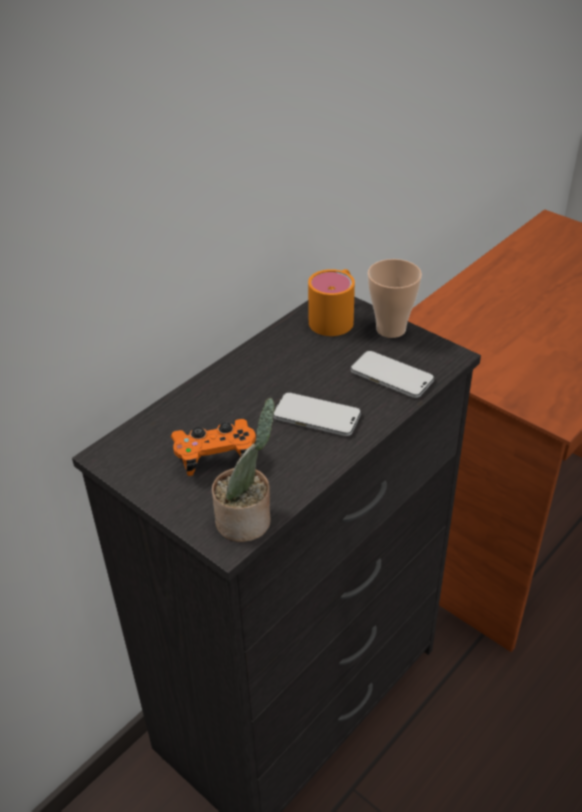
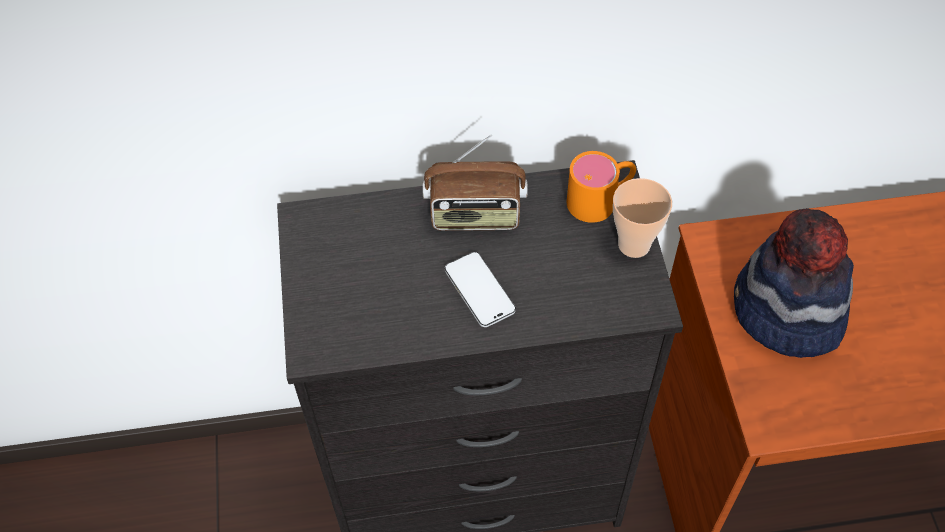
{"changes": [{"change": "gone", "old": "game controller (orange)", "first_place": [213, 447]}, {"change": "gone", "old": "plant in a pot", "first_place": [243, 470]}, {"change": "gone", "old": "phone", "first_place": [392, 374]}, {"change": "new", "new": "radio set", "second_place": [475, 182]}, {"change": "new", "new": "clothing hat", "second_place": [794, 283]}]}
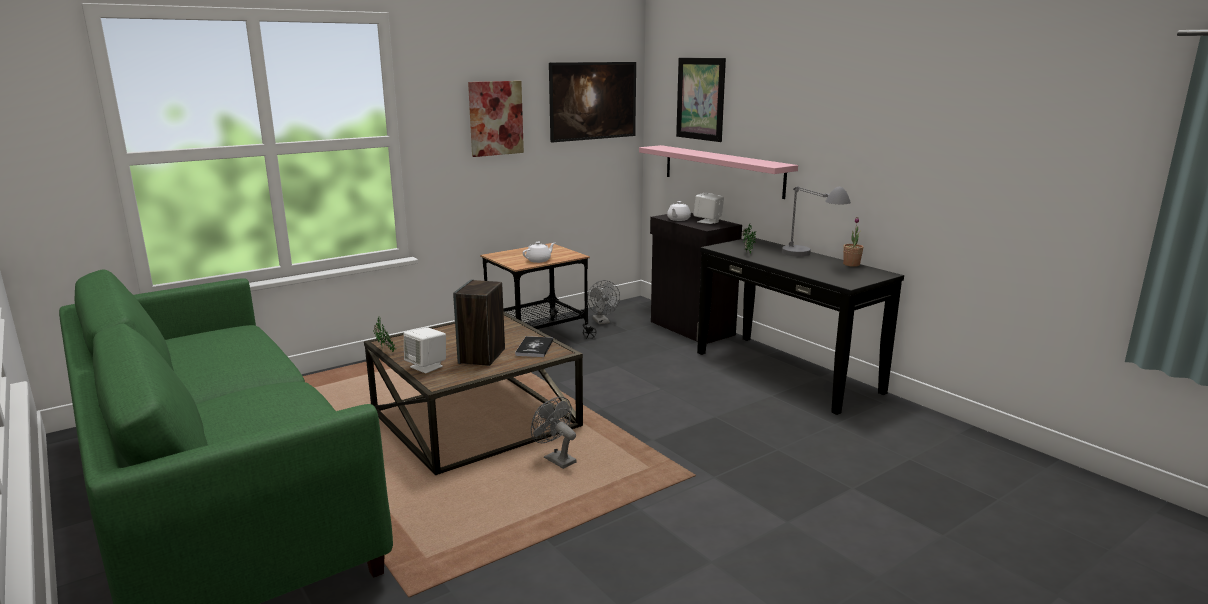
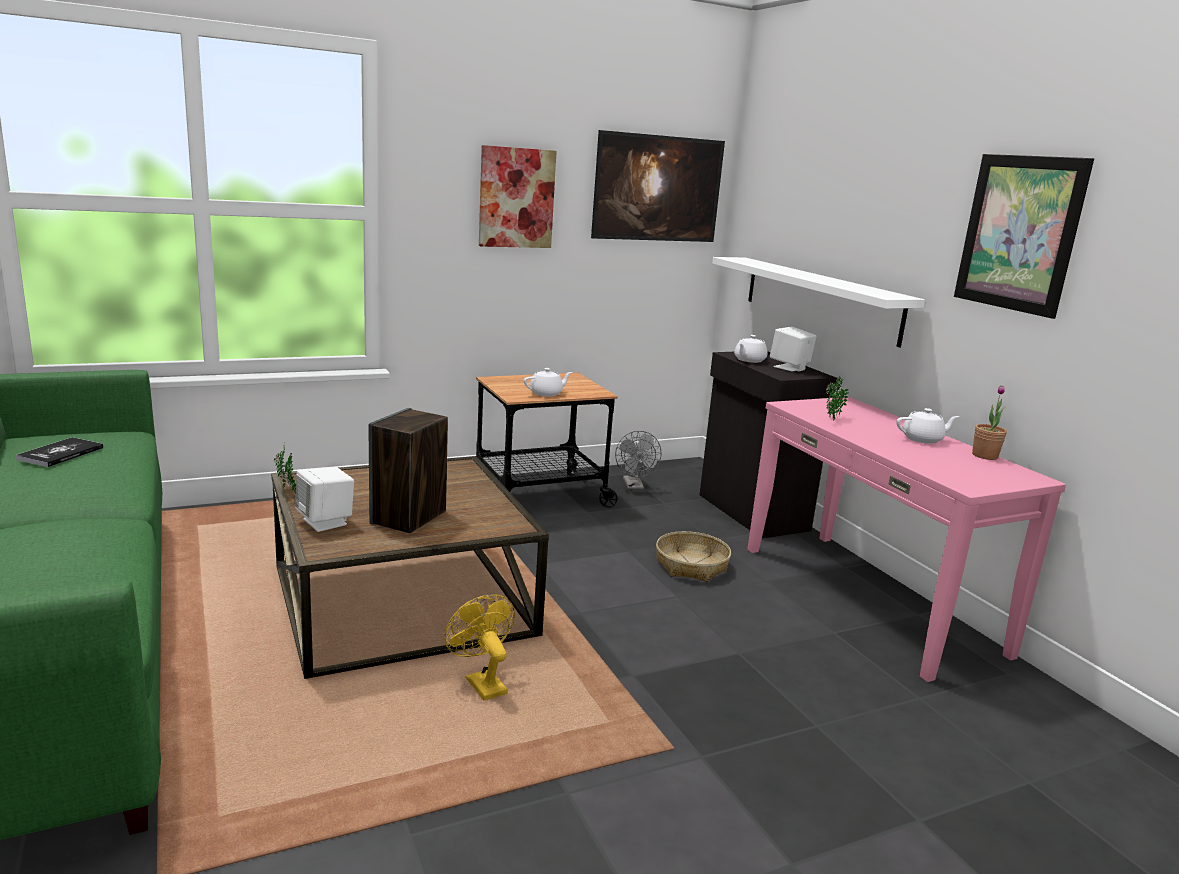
{"changes": [{"change": "shifted", "old": "book", "first_place": [534, 346], "second_place": [60, 452]}, {"change": "repainted", "old": "cooling fan (greyish)", "new": "cooling fan (yellow-coloured)", "first_place": [553, 433], "second_place": [479, 647]}, {"change": "repainted", "old": "bracket shelf (pink-coloured)", "new": "bracket shelf (whitish)", "first_place": [718, 172], "second_place": [818, 302]}, {"change": "shifted", "old": "picture", "first_place": [701, 100], "second_place": [1024, 236]}, {"change": "repainted", "old": "hall table (blackish)", "new": "hall table (pink-coloured)", "first_place": [800, 326], "second_place": [906, 539]}, {"change": "swapped", "old": "table lamp (greyish)", "new": "tea pot (whitish)", "first_place": [816, 221], "second_place": [927, 426]}, {"change": "new", "new": "household basket", "second_place": [693, 556]}]}
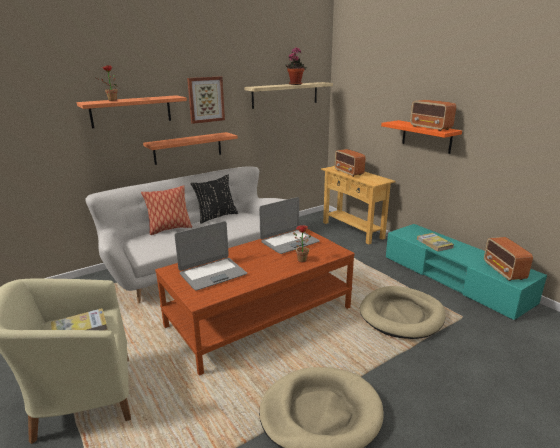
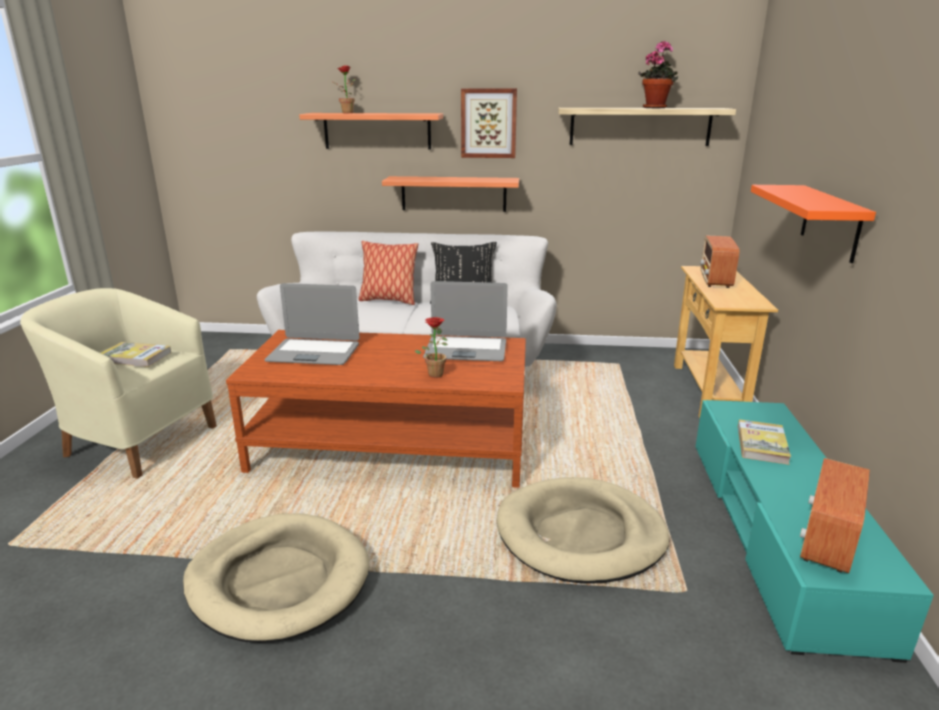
{"changes": [{"change": "gone", "old": "radio set", "first_place": [433, 115]}]}
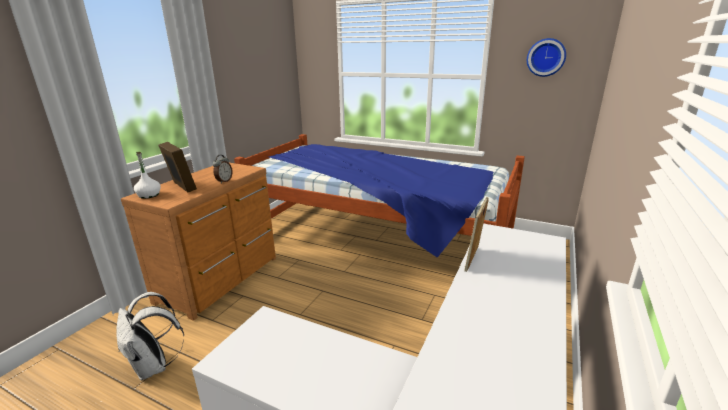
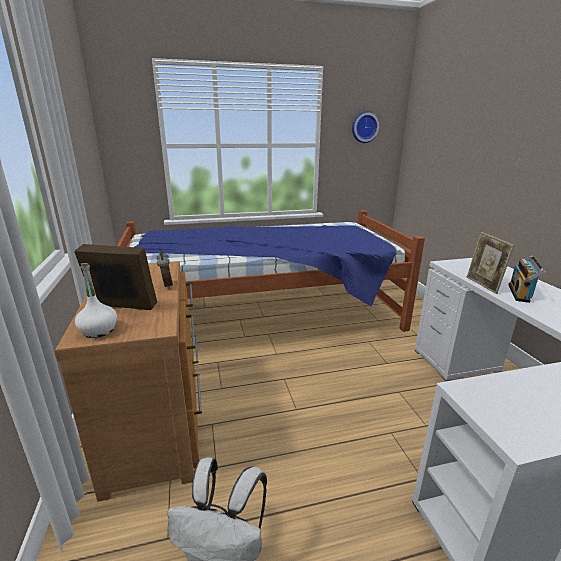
{"changes": [{"change": "new", "new": "radio set", "second_place": [527, 279]}]}
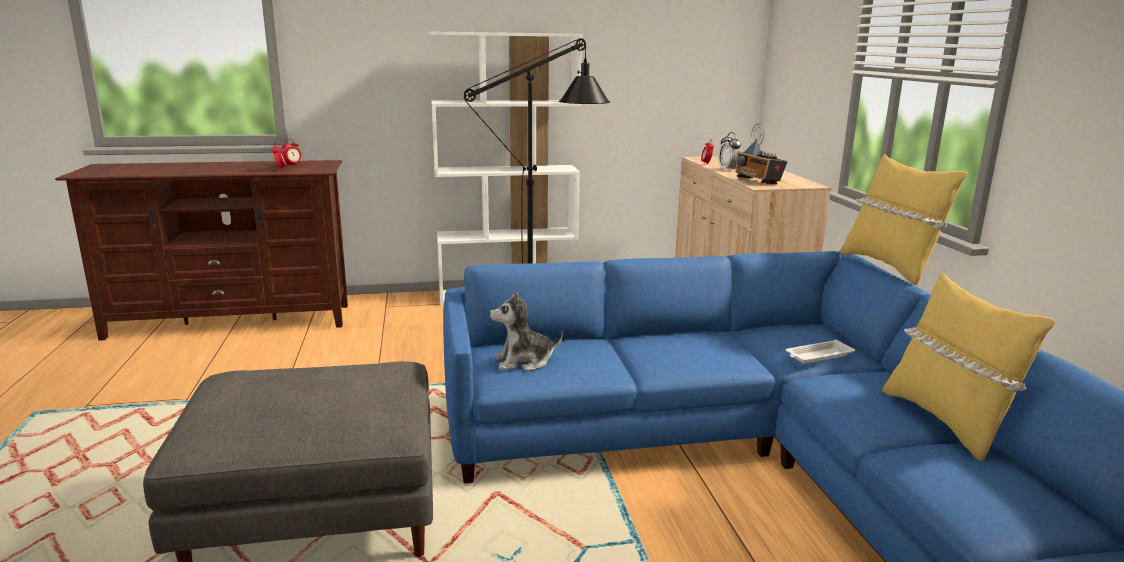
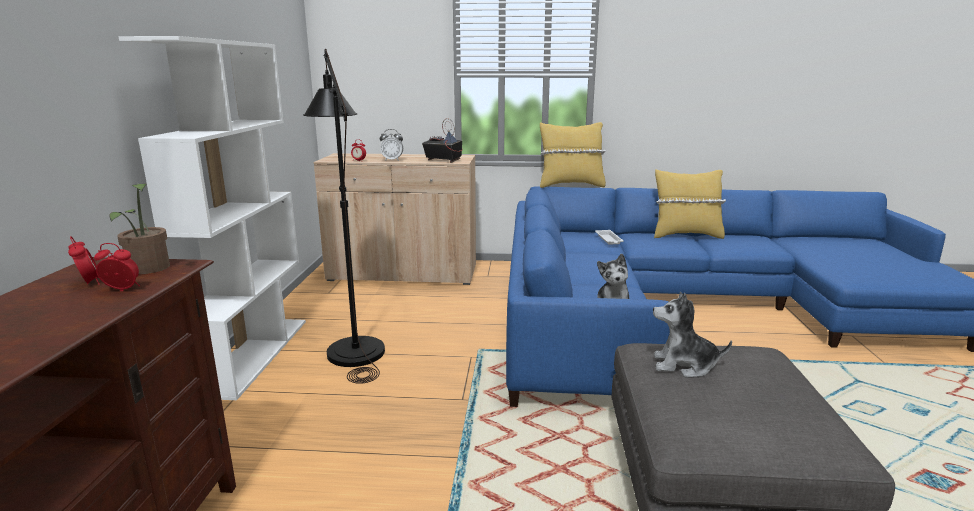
{"changes": [{"change": "rotated", "old": "radio set", "first_place": [761, 153], "second_place": [442, 140], "degrees": -135}, {"change": "new", "new": "plant in a pot", "second_place": [139, 228]}, {"change": "new", "new": "soft toy", "second_place": [692, 335]}]}
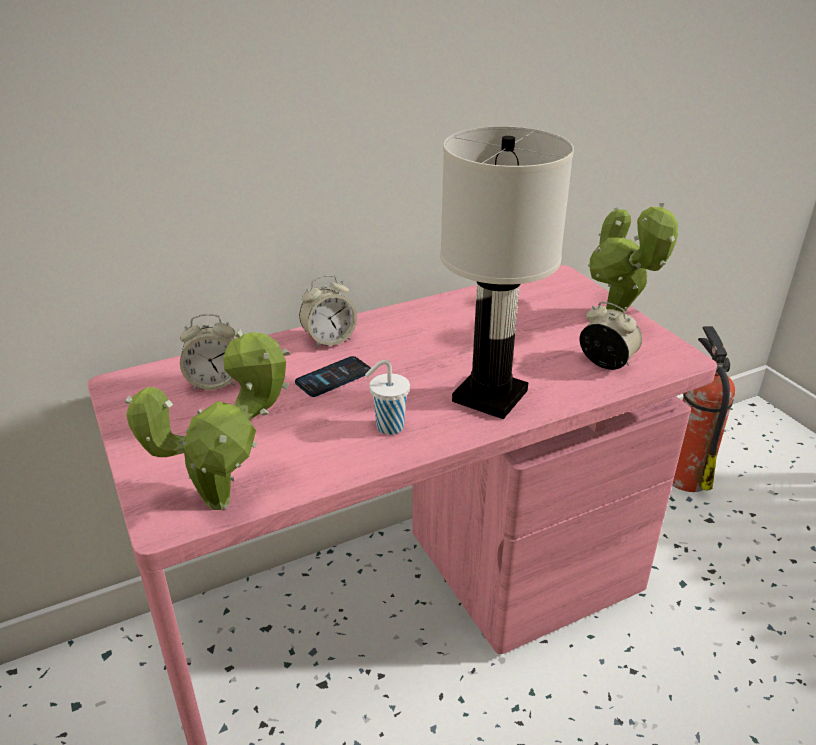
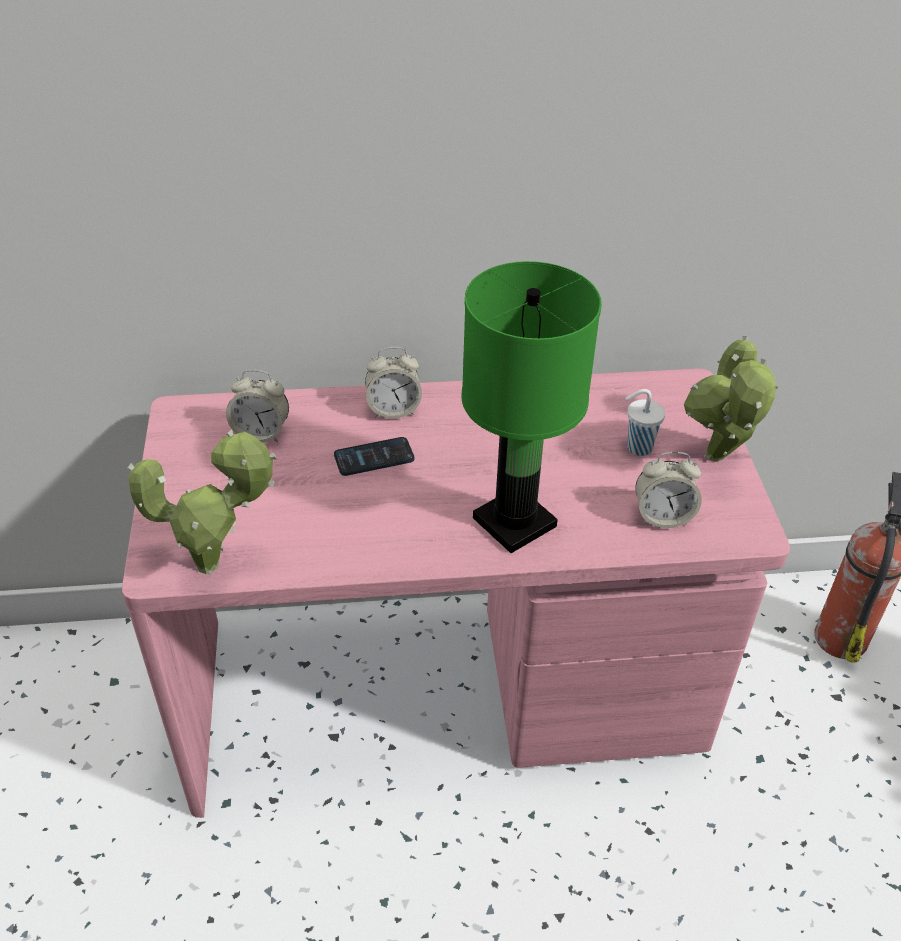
{"changes": [{"change": "shifted", "old": "cup (whitish)", "first_place": [387, 397], "second_place": [645, 422]}, {"change": "repainted", "old": "table lamp (whitish)", "new": "table lamp (greenish)", "first_place": [507, 272], "second_place": [531, 407]}, {"change": "rotated", "old": "bedside clock", "first_place": [610, 336], "second_place": [668, 490], "degrees": 120}]}
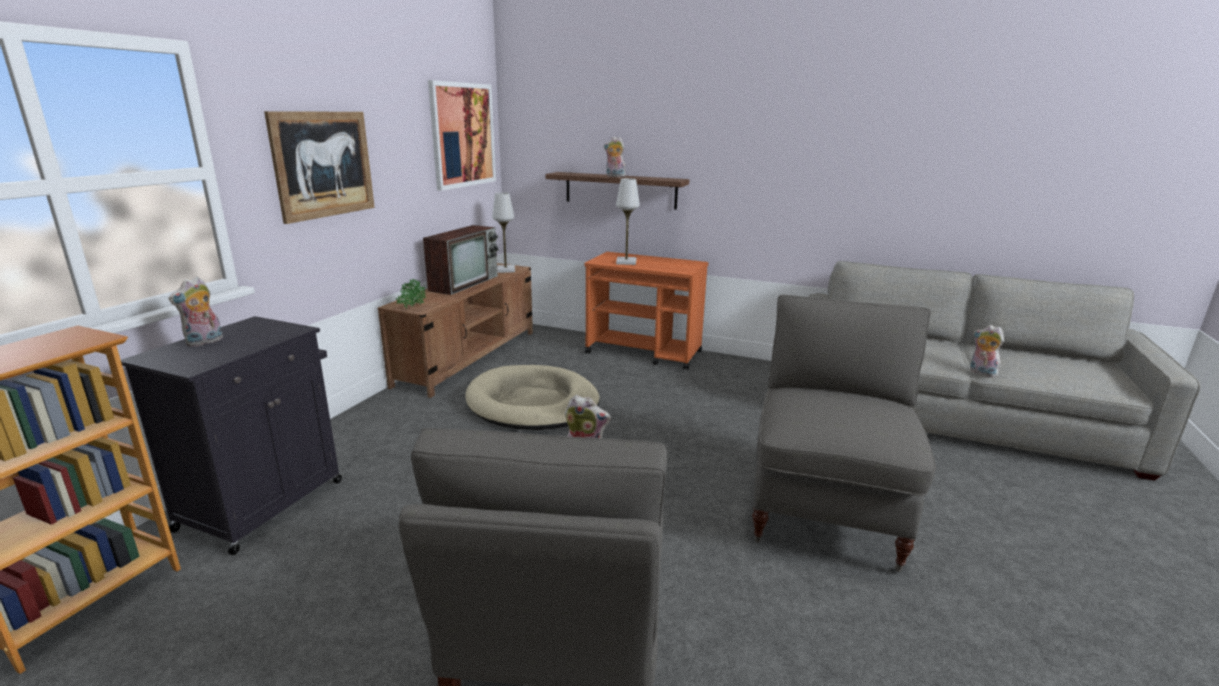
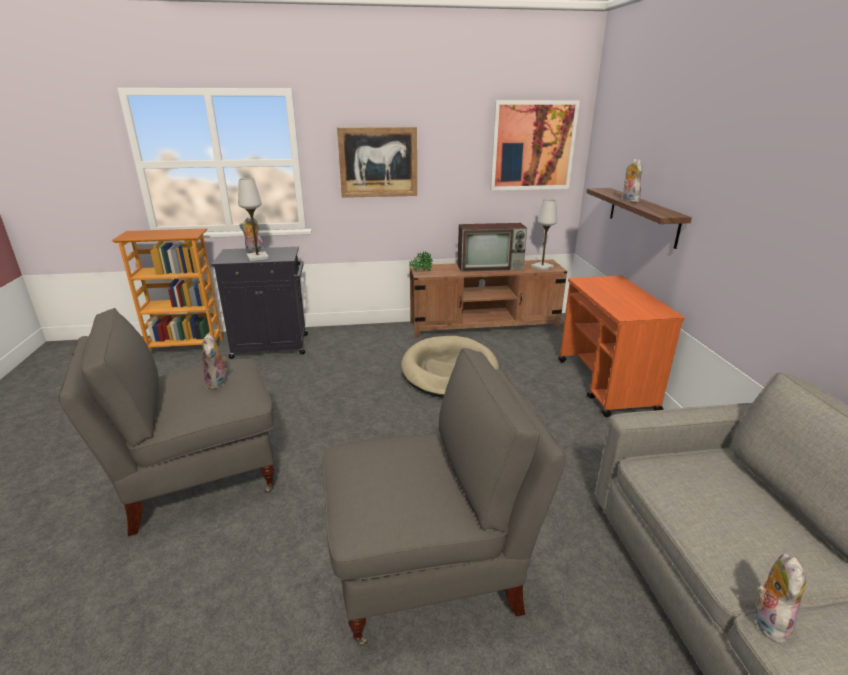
{"changes": [{"change": "shifted", "old": "table lamp (whitish)", "first_place": [628, 221], "second_place": [253, 219]}]}
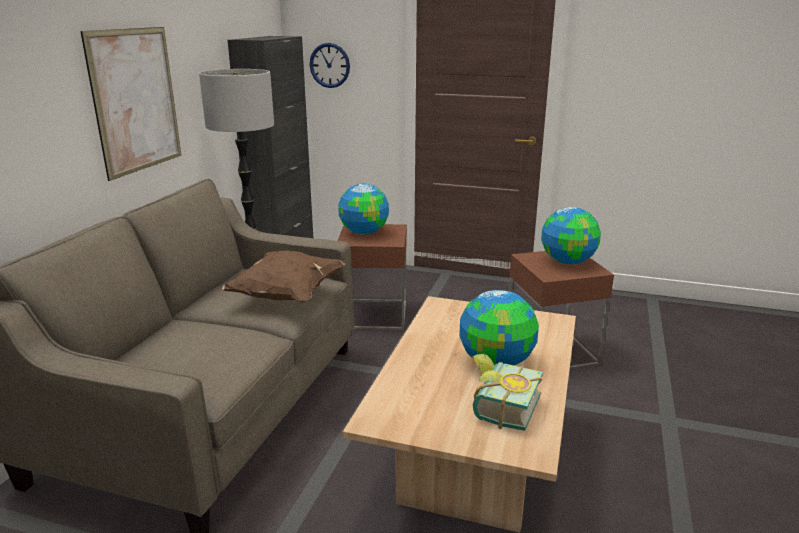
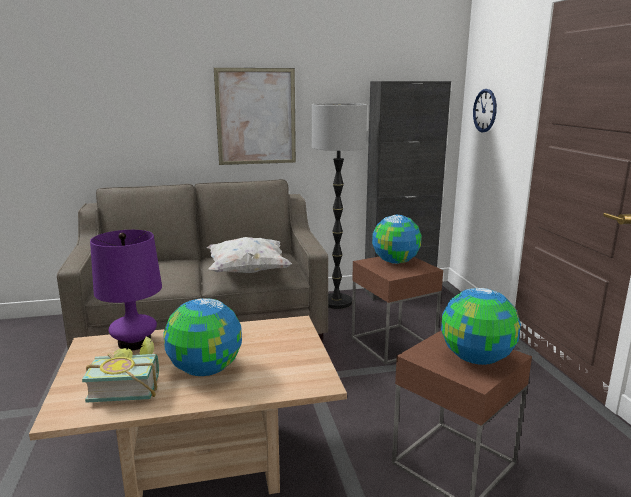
{"changes": [{"change": "repainted", "old": "pillow (brown-coloured)", "new": "pillow (whitish)", "first_place": [283, 276], "second_place": [249, 255]}, {"change": "new", "new": "table lamp (purplish)", "second_place": [126, 290]}]}
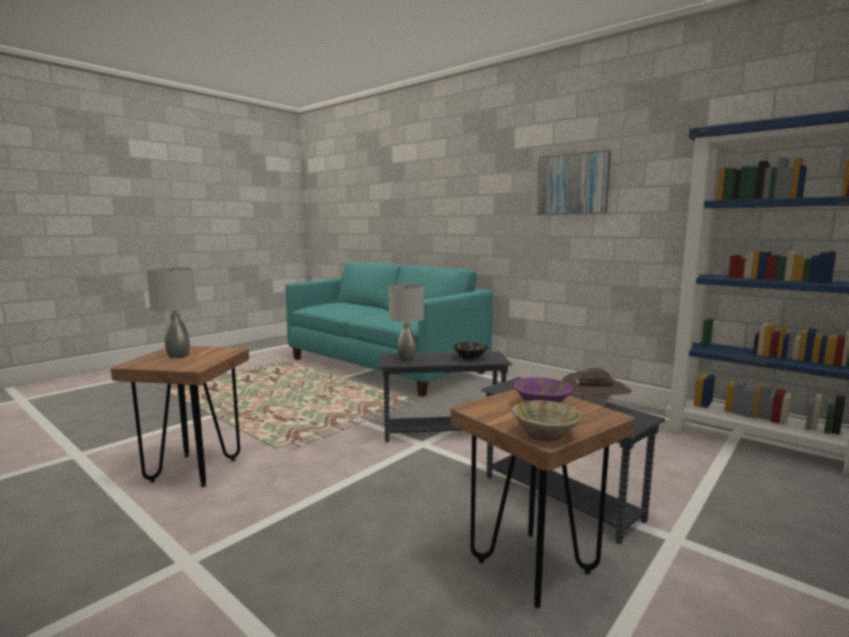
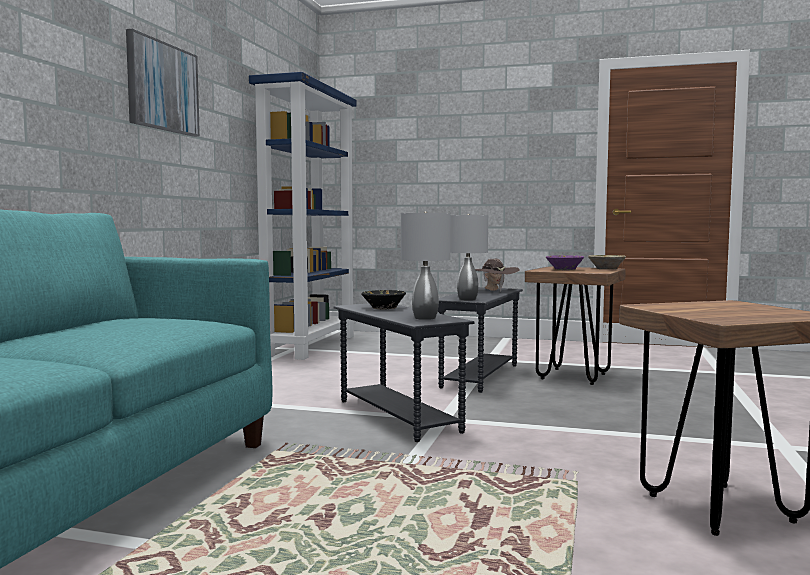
{"changes": [{"change": "shifted", "old": "table lamp (greyish)", "first_place": [171, 313], "second_place": [469, 257]}]}
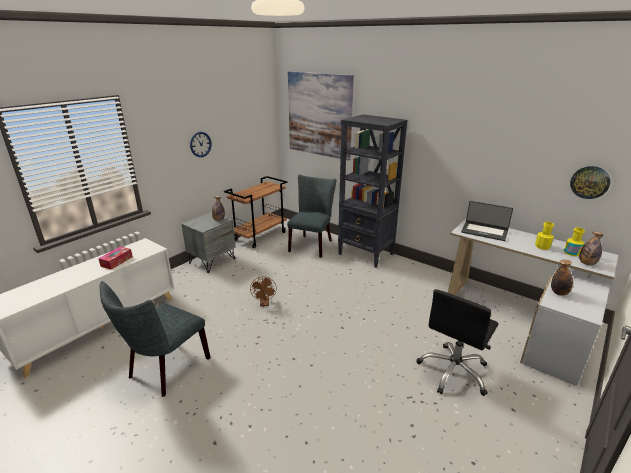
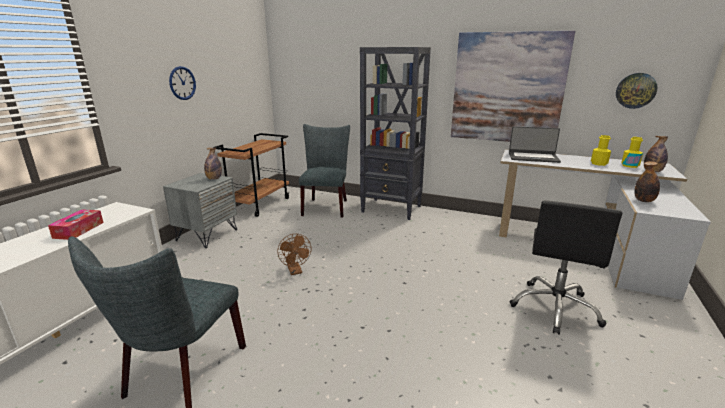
{"changes": [{"change": "shifted", "old": "picture", "first_place": [321, 115], "second_place": [513, 86]}]}
